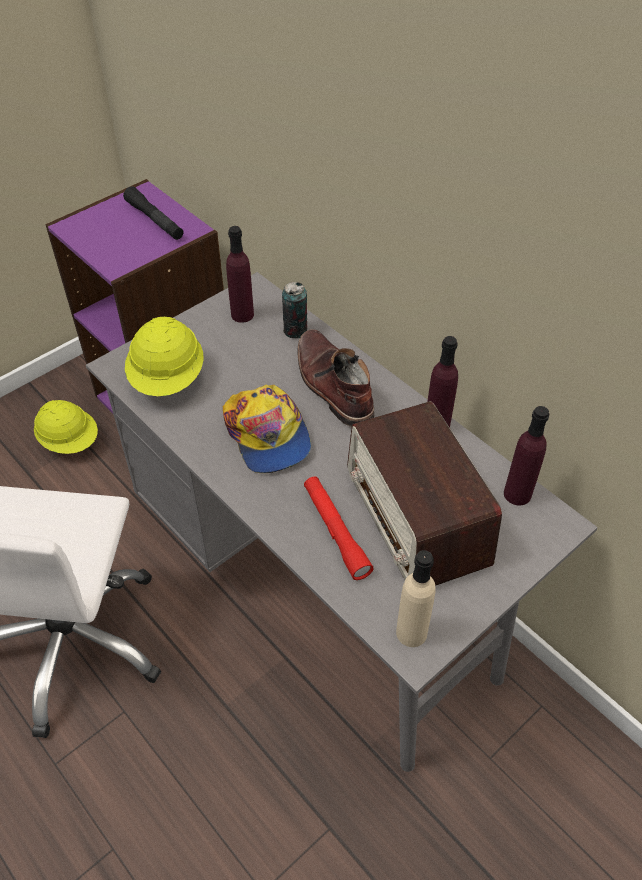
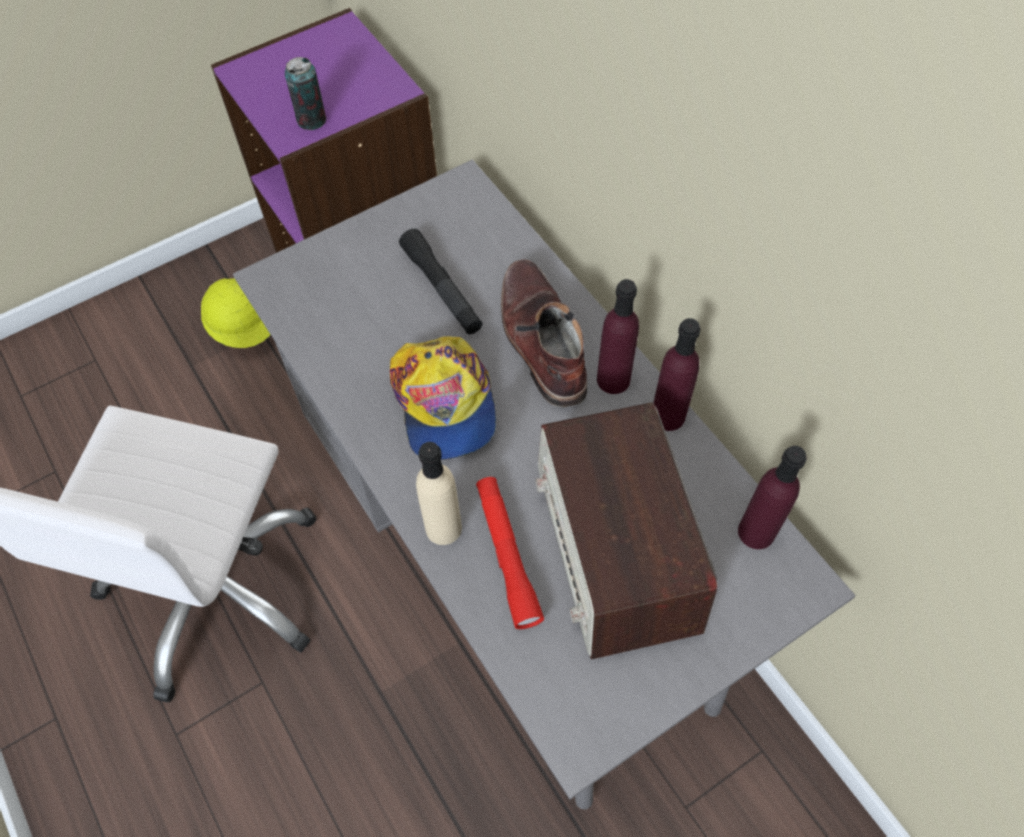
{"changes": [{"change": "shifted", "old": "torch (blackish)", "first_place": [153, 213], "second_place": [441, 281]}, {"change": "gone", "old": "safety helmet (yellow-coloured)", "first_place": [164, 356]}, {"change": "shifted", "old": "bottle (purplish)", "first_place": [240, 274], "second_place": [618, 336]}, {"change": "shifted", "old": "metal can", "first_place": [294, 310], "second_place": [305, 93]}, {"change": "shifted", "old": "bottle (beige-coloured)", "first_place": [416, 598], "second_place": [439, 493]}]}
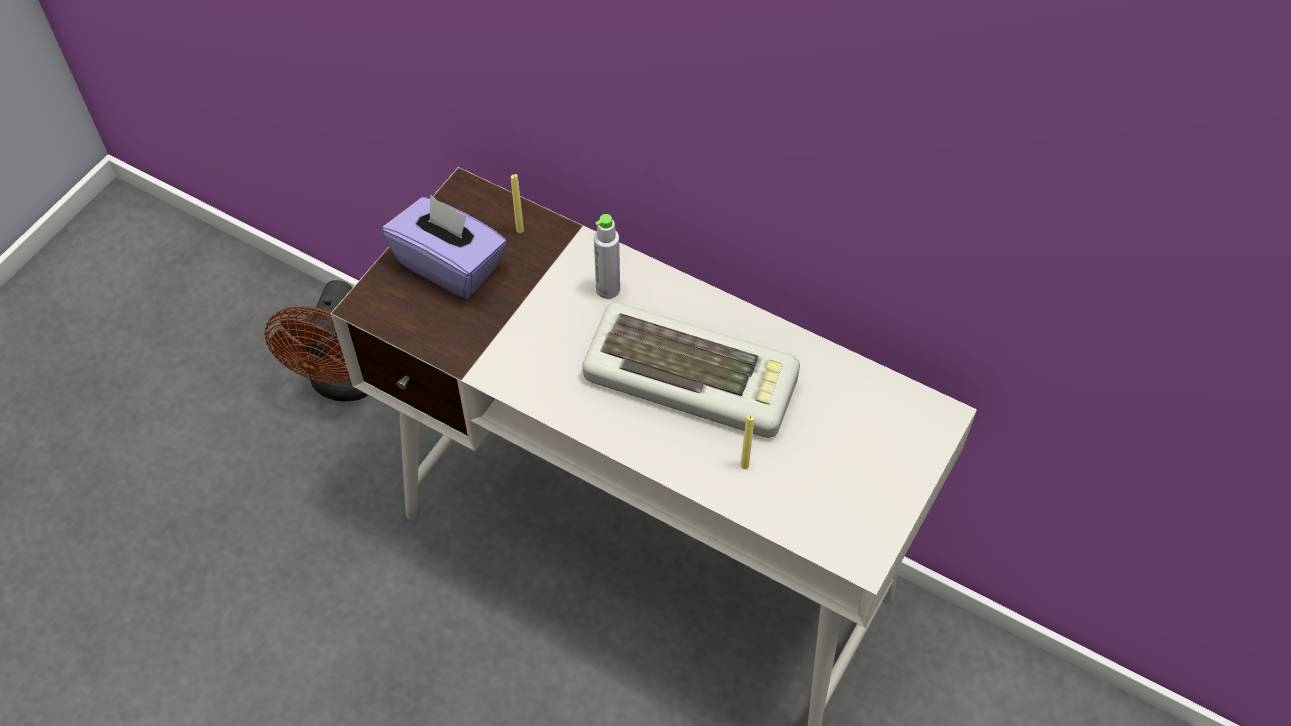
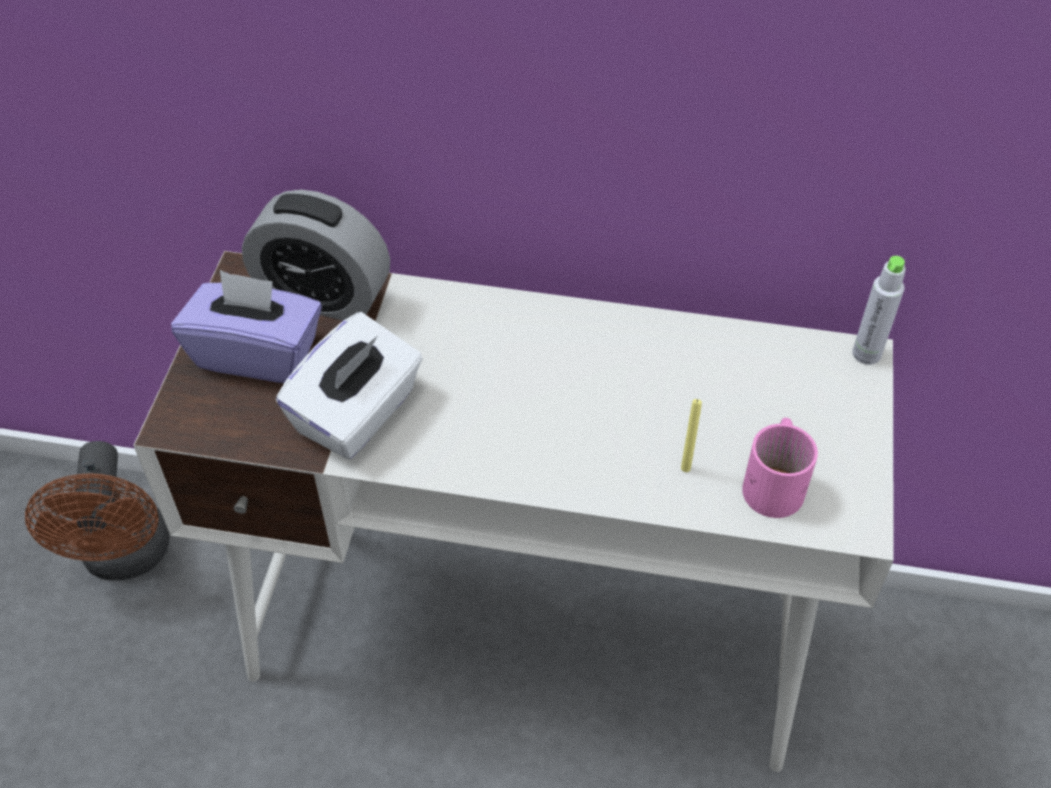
{"changes": [{"change": "swapped", "old": "wax light (yellow-coloured)", "new": "bedside clock", "first_place": [517, 203], "second_place": [316, 255]}, {"change": "gone", "old": "PC keyboard", "first_place": [691, 370]}, {"change": "shifted", "old": "bottle (greyish)", "first_place": [607, 256], "second_place": [879, 310]}, {"change": "new", "new": "box of tissues (whitish)", "second_place": [349, 385]}, {"change": "new", "new": "tea mug (pink-coloured)", "second_place": [780, 468]}]}
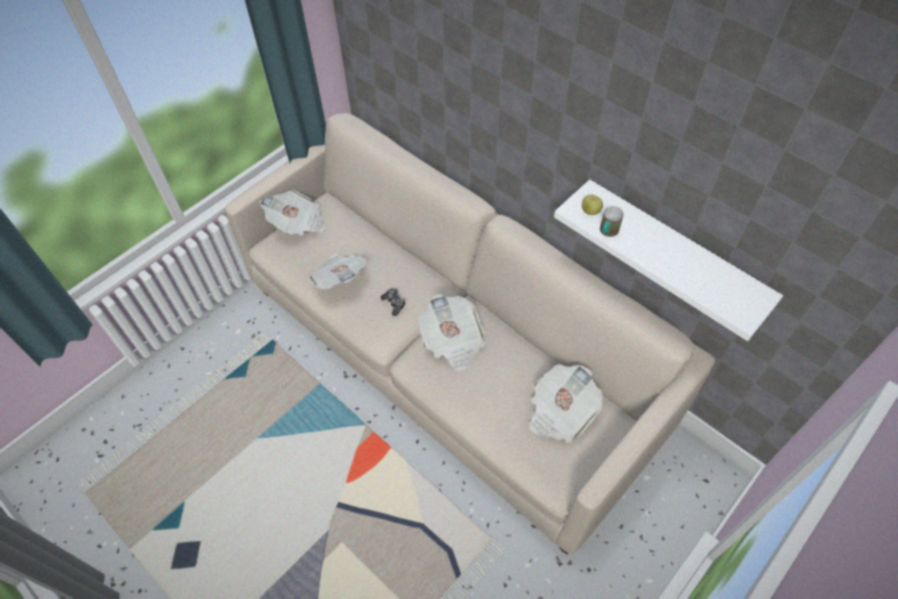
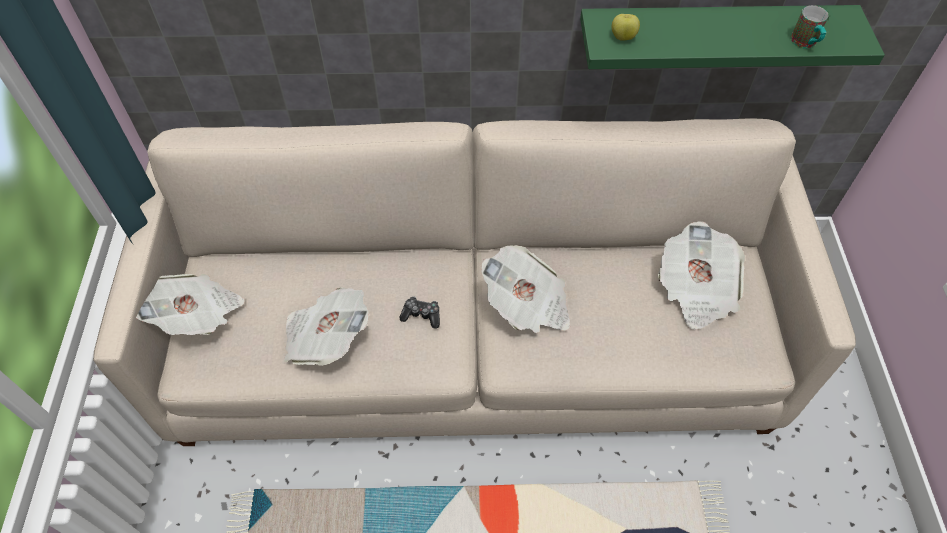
{"changes": [{"change": "repainted", "old": "bracket shelf (whitish)", "new": "bracket shelf (greenish)", "first_place": [668, 260], "second_place": [732, 37]}, {"change": "shifted", "old": "tea mug", "first_place": [612, 221], "second_place": [810, 27]}]}
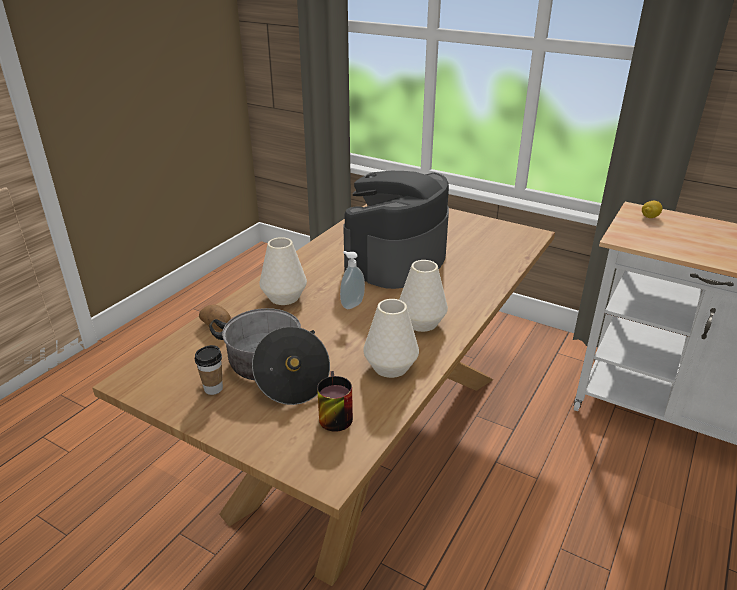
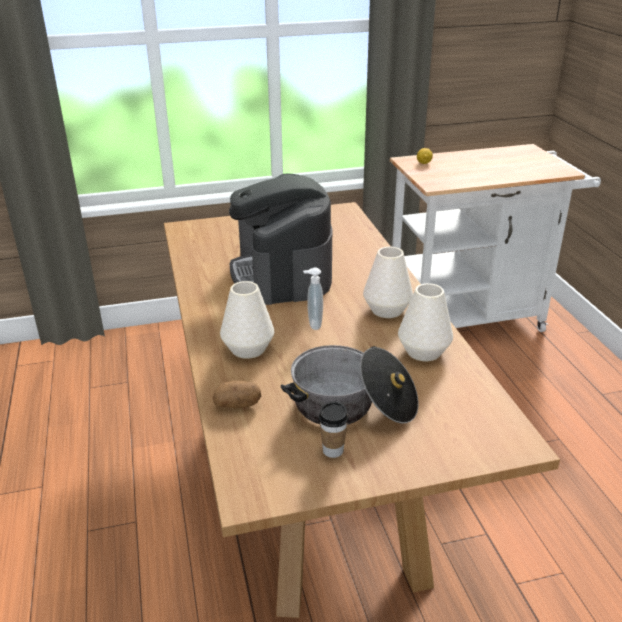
{"changes": [{"change": "gone", "old": "tea mug", "first_place": [335, 401]}]}
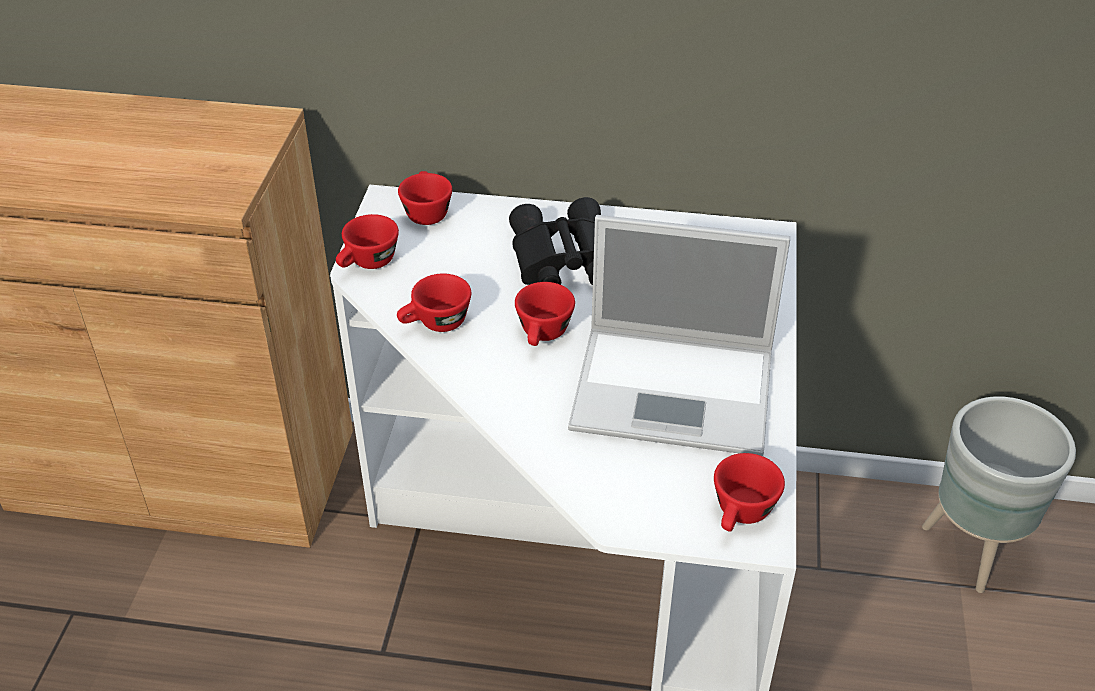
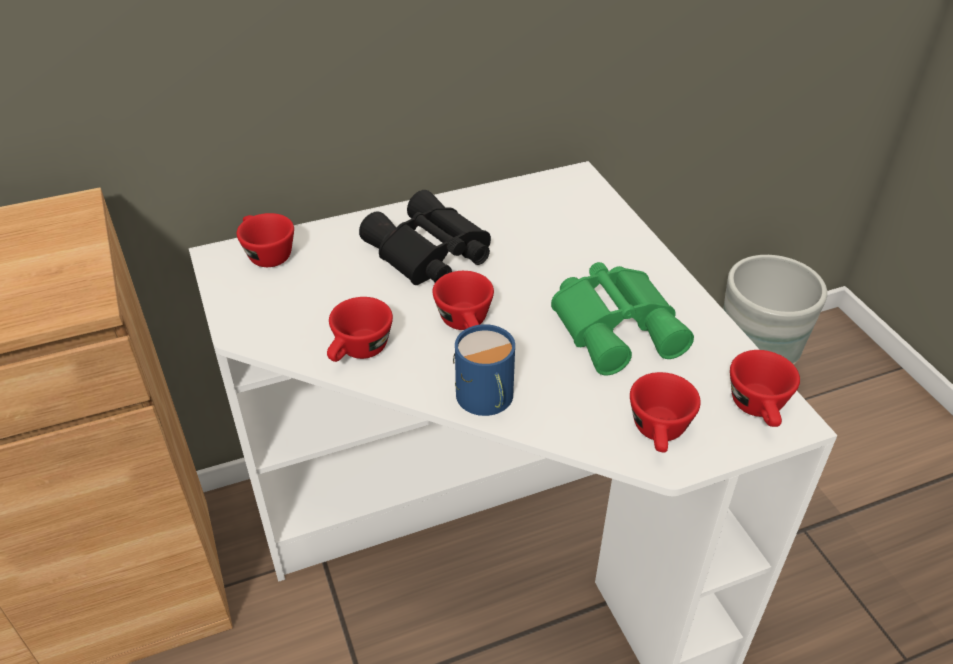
{"changes": [{"change": "shifted", "old": "cup (reddish)", "first_place": [367, 241], "second_place": [665, 412]}, {"change": "swapped", "old": "portable computer", "new": "binoculars (greenish)", "first_place": [679, 335], "second_place": [622, 319]}, {"change": "new", "new": "tea mug (bluish)", "second_place": [484, 370]}]}
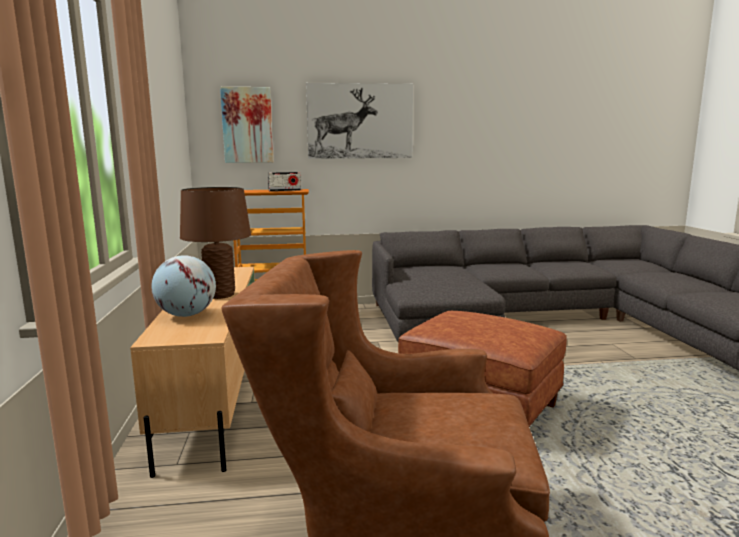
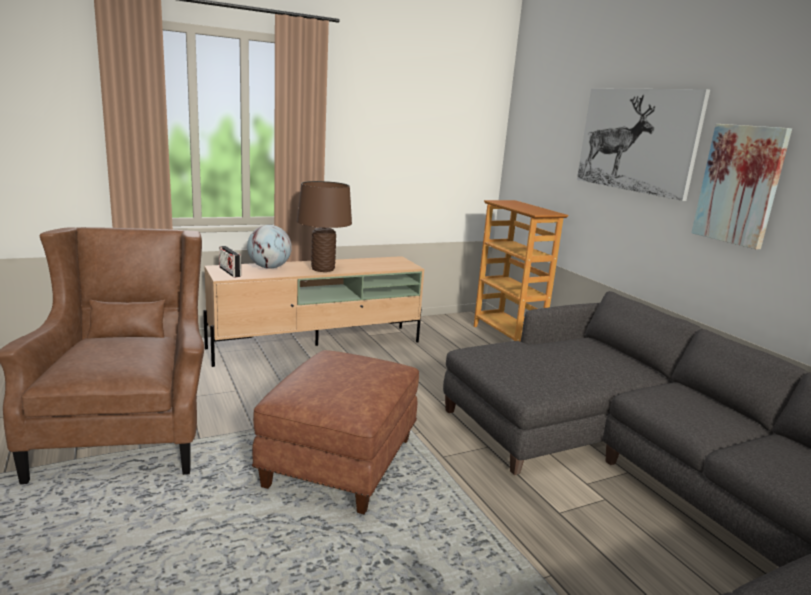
{"changes": [{"change": "shifted", "old": "picture", "first_place": [247, 125], "second_place": [741, 187]}, {"change": "shifted", "old": "radio set", "first_place": [284, 181], "second_place": [230, 261]}]}
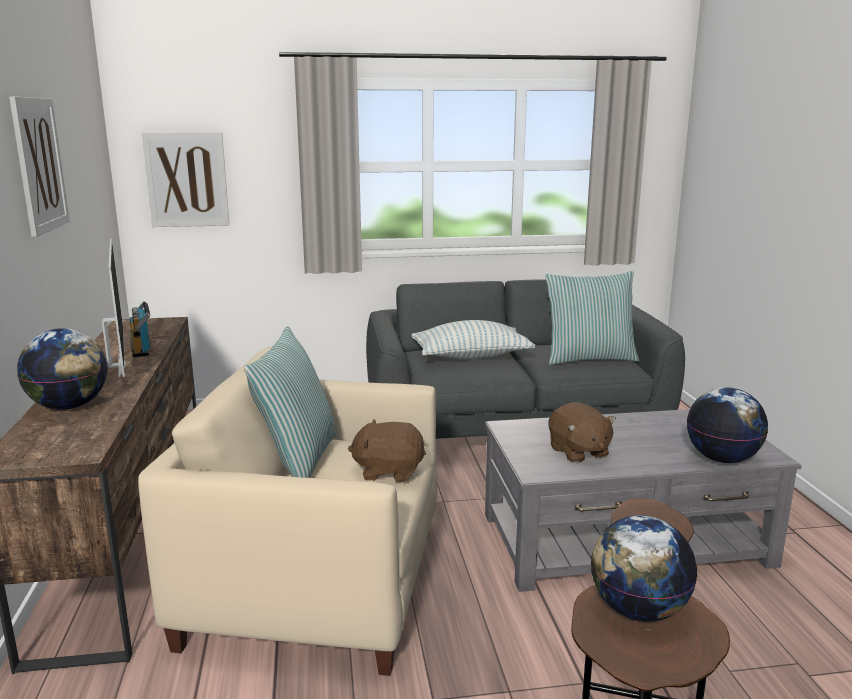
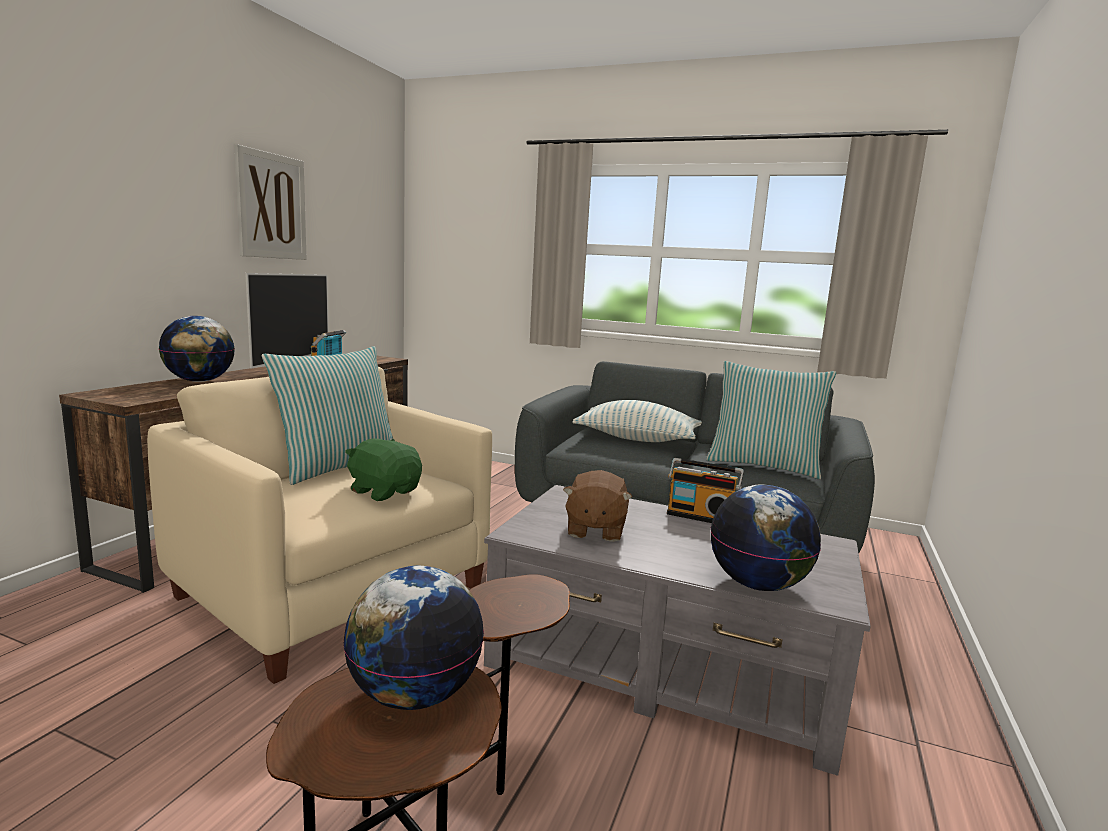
{"changes": [{"change": "gone", "old": "picture", "first_place": [186, 179]}, {"change": "repainted", "old": "soft toy (brown-coloured)", "new": "soft toy (greenish)", "first_place": [387, 450], "second_place": [383, 470]}, {"change": "new", "new": "radio set", "second_place": [705, 490]}]}
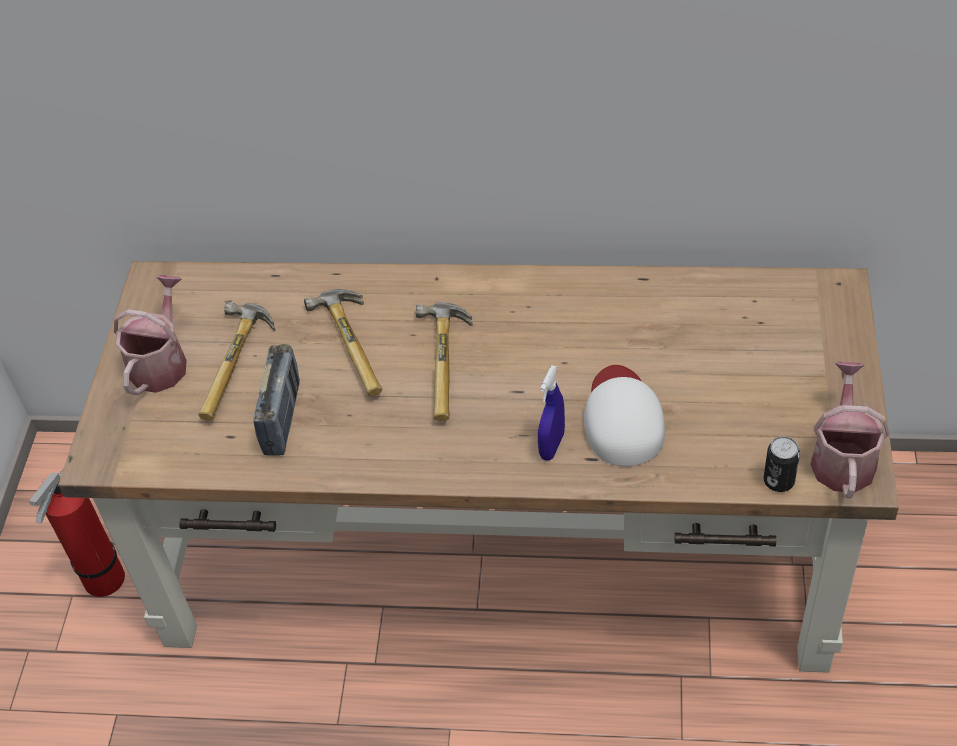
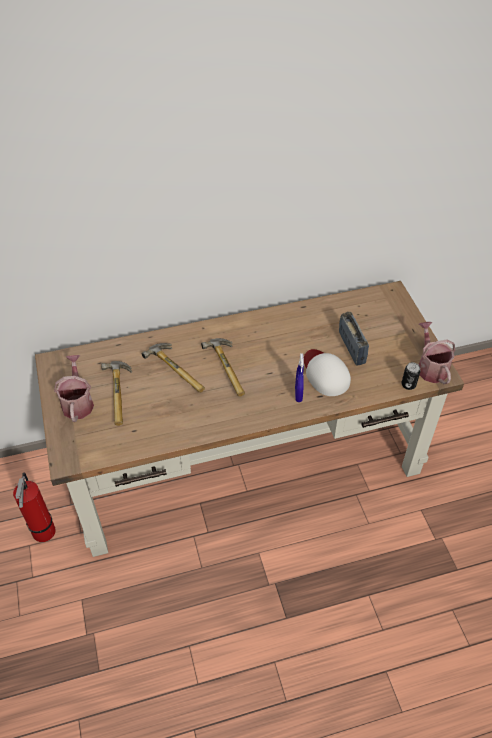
{"changes": [{"change": "shifted", "old": "radio set", "first_place": [276, 400], "second_place": [354, 339]}]}
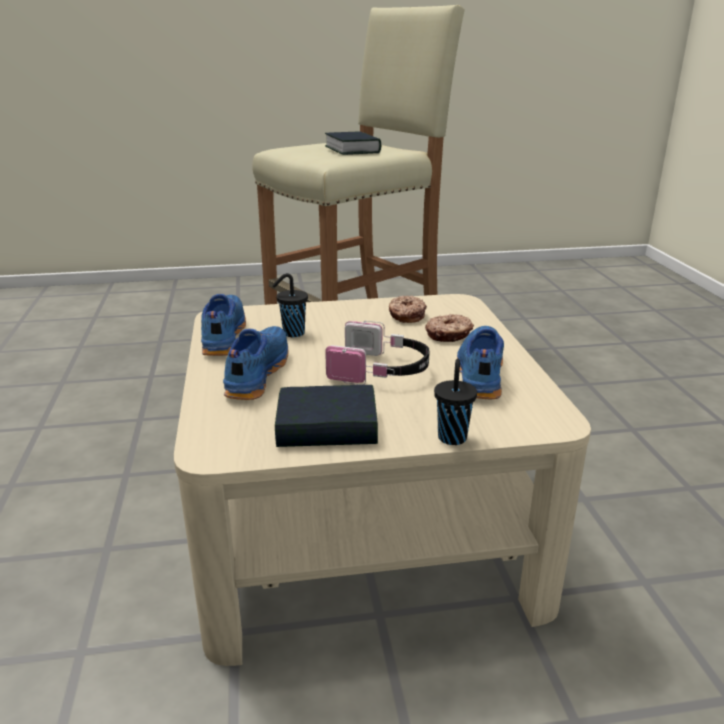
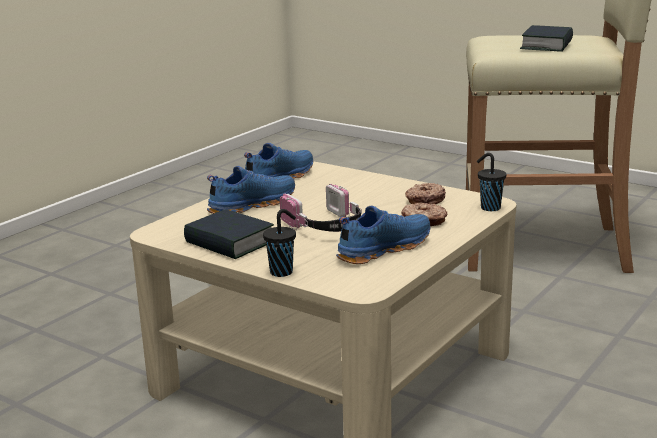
{"changes": [{"change": "shifted", "old": "cup (blackish)", "first_place": [290, 305], "second_place": [491, 182]}]}
